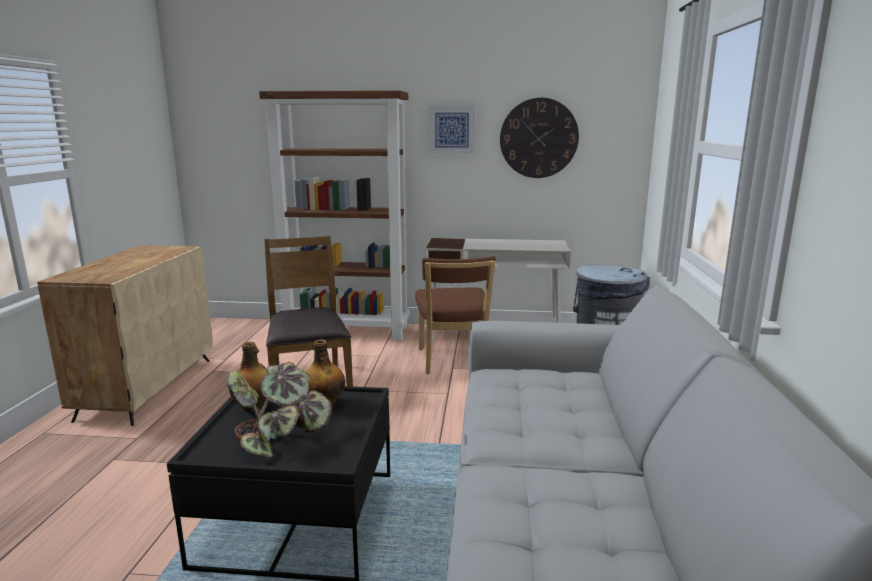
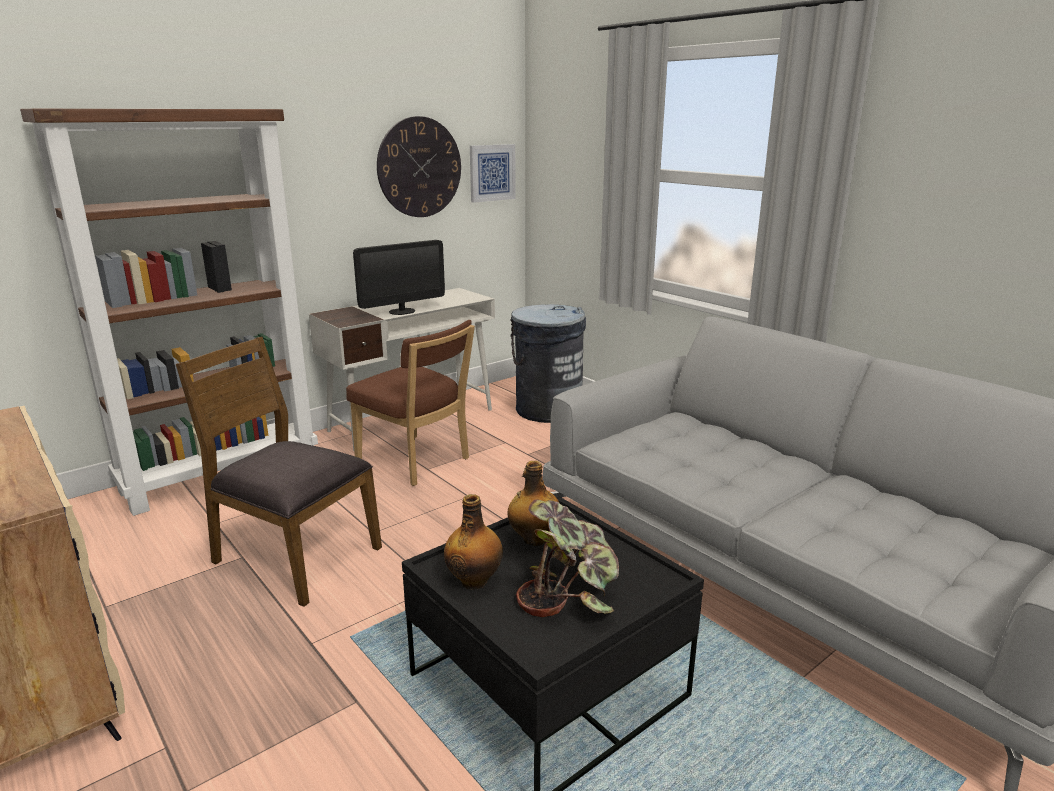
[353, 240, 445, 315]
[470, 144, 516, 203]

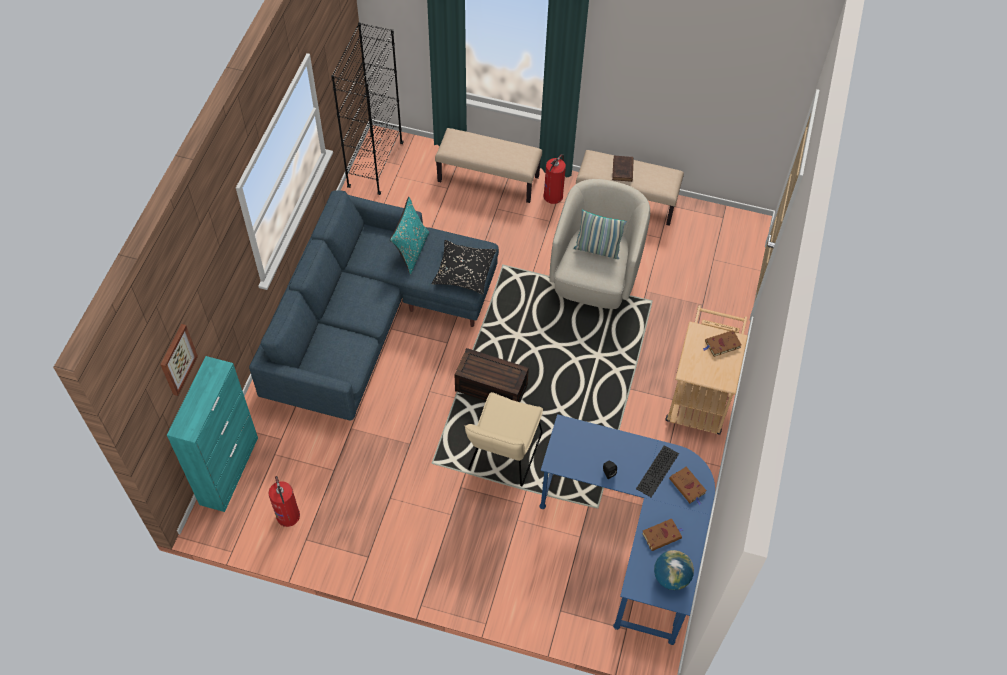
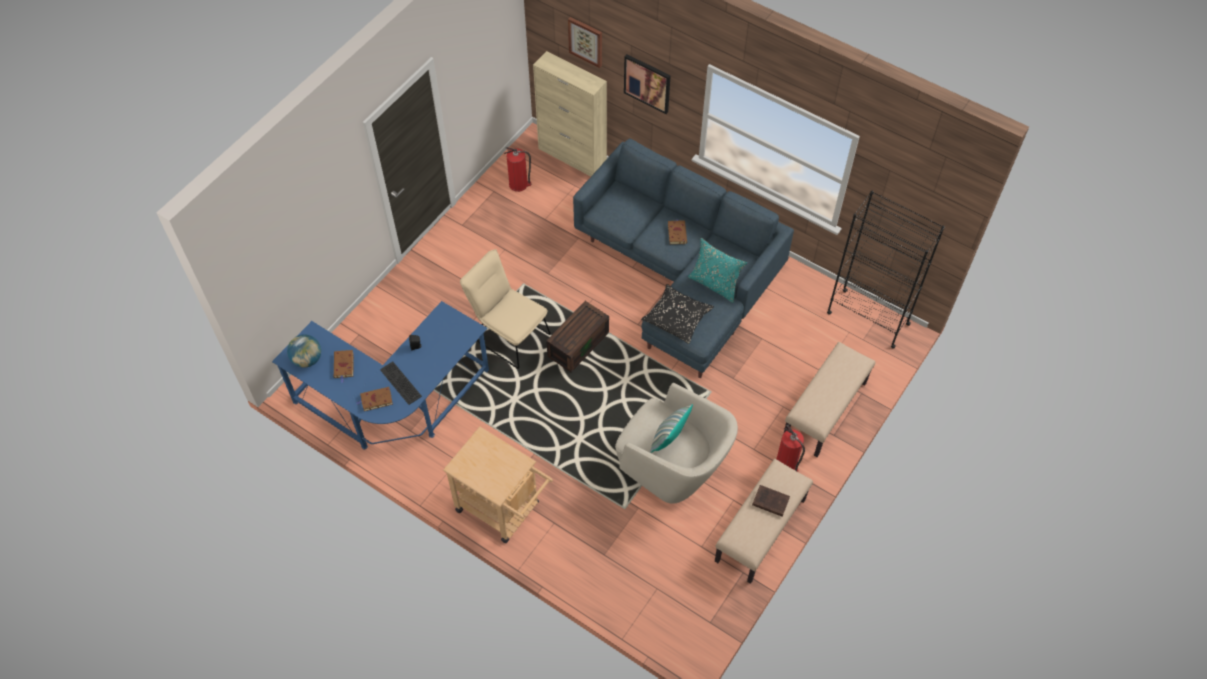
[624, 54, 671, 114]
[668, 219, 687, 244]
[533, 51, 607, 176]

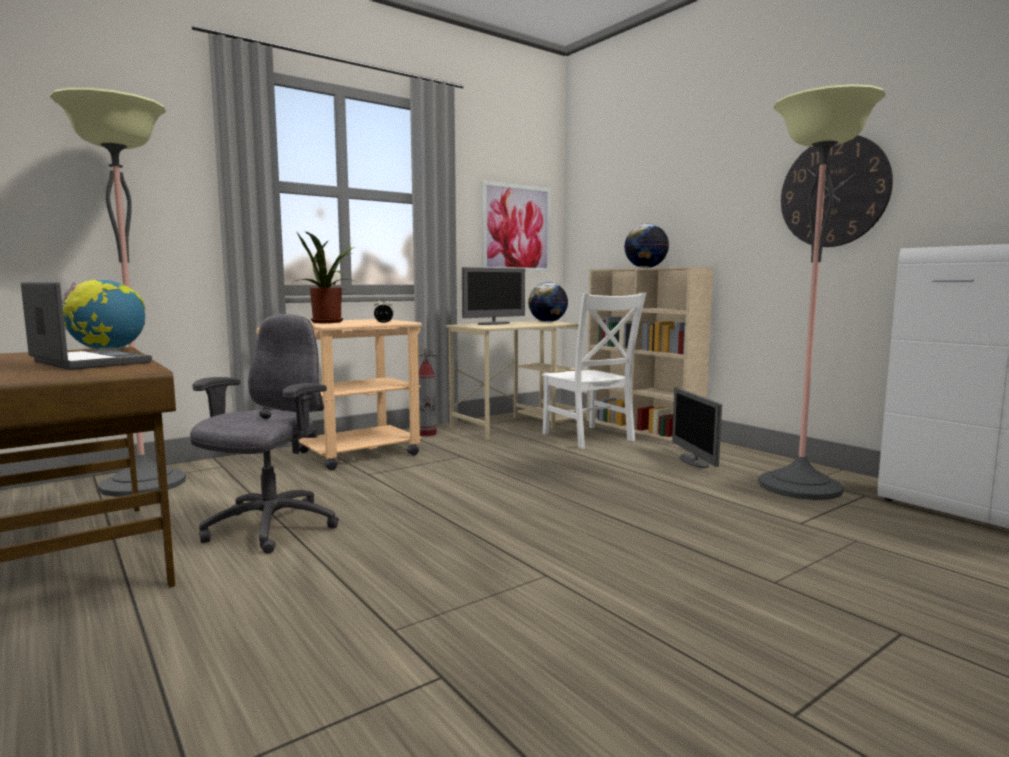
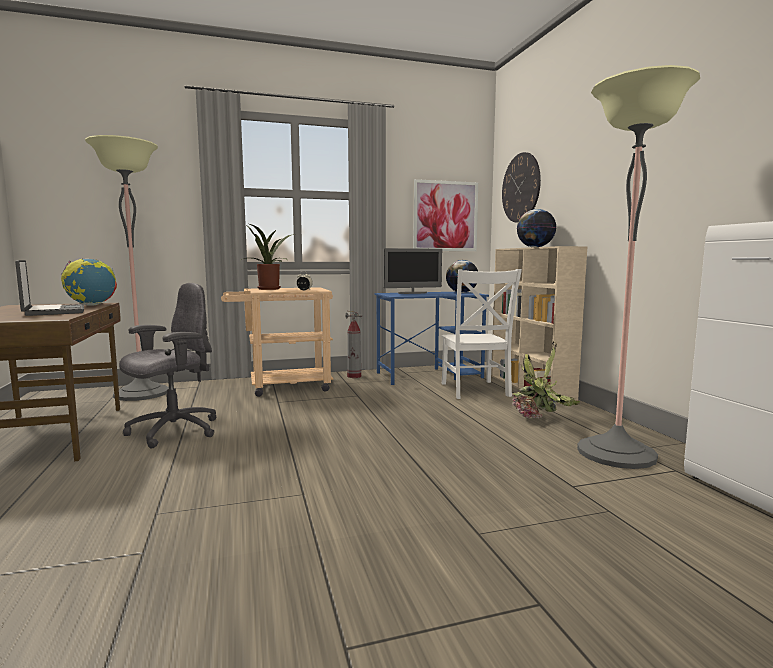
[502, 152, 541, 222]
[512, 341, 580, 419]
[375, 292, 489, 385]

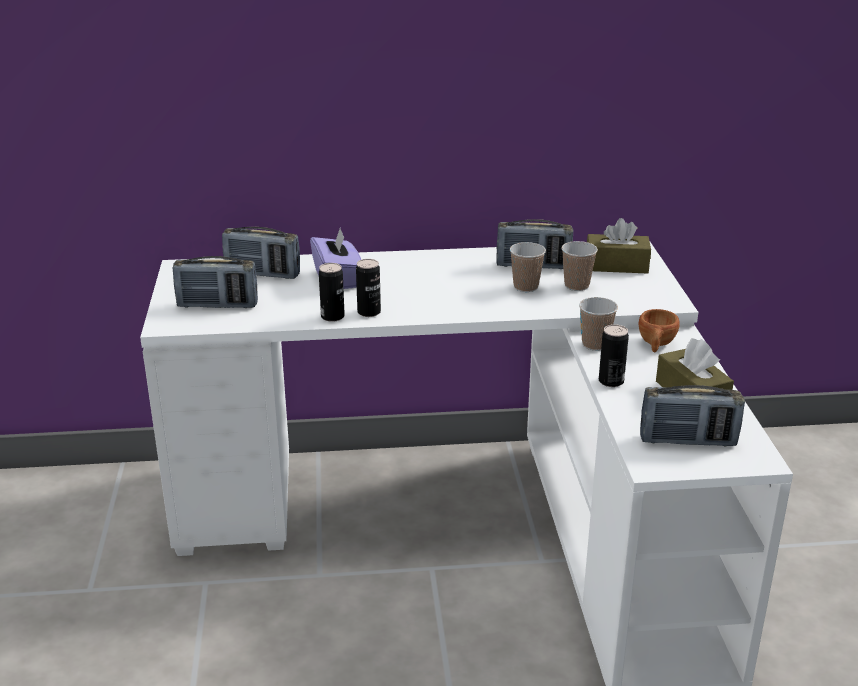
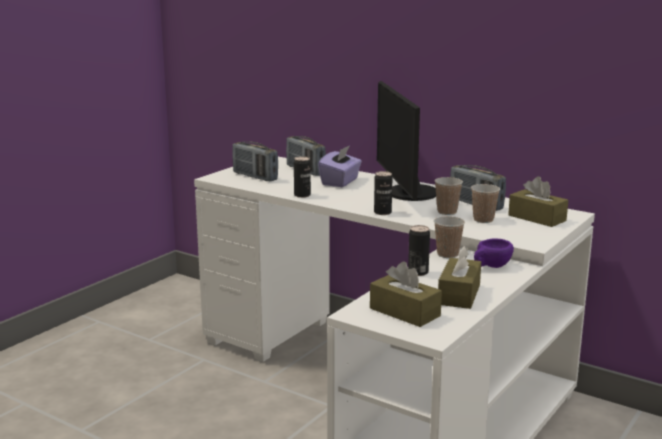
[377, 81, 436, 201]
[374, 171, 392, 215]
[370, 261, 442, 327]
[474, 238, 514, 268]

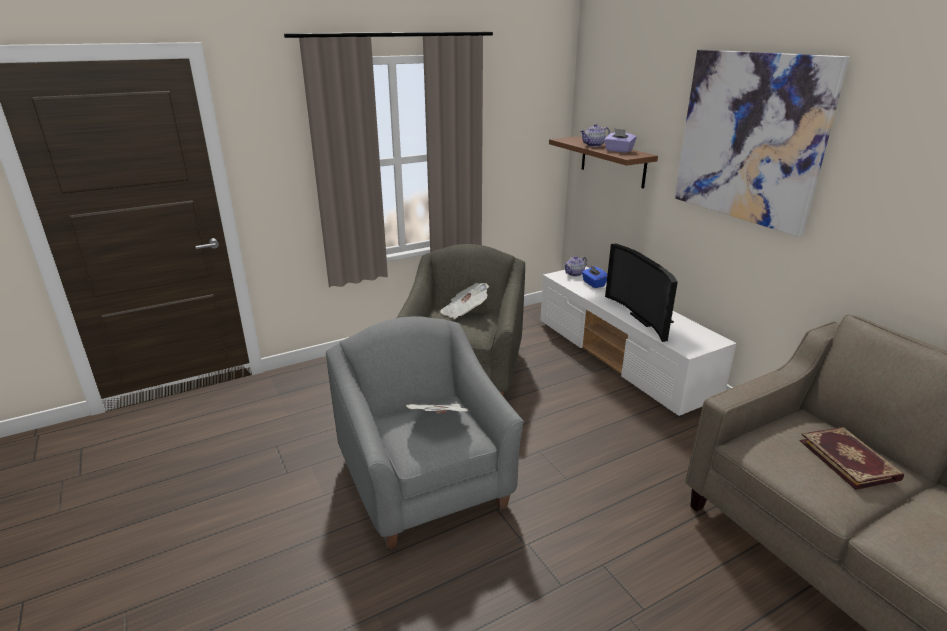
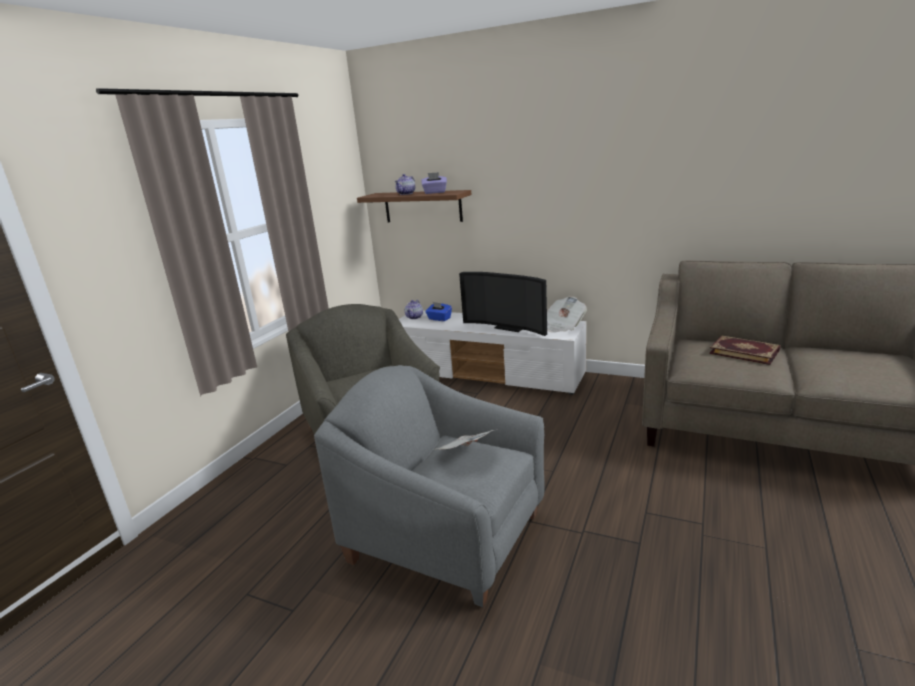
[674, 50, 850, 237] (first image)
[547, 296, 587, 333]

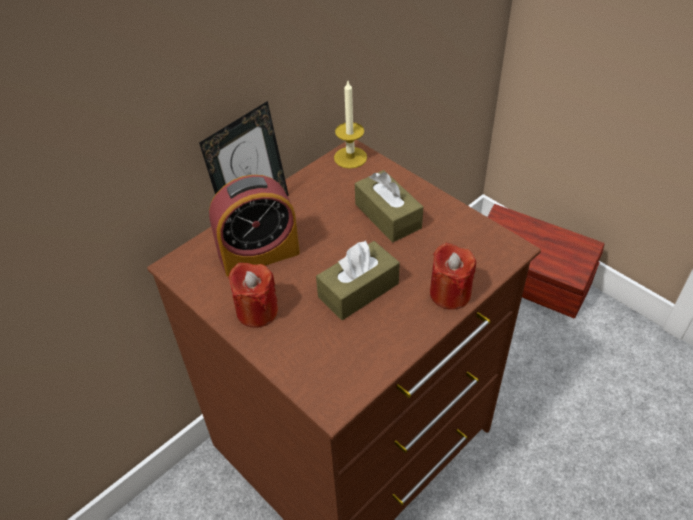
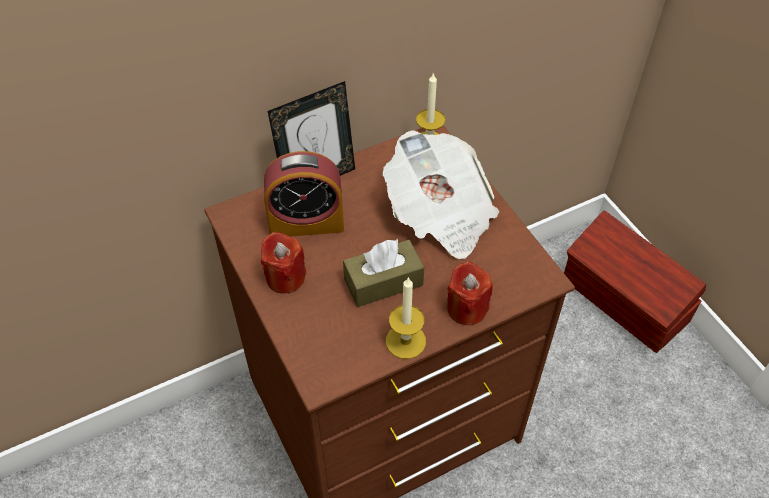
[386, 277, 426, 359]
[383, 130, 499, 259]

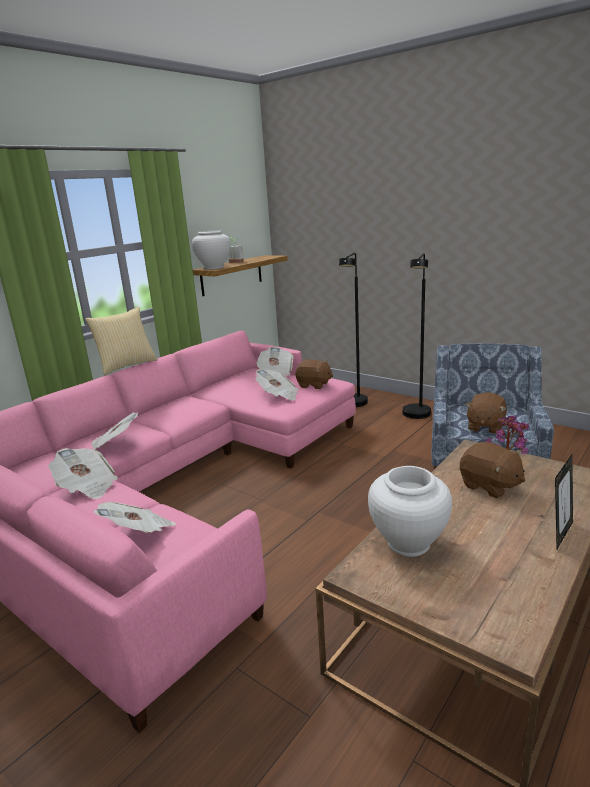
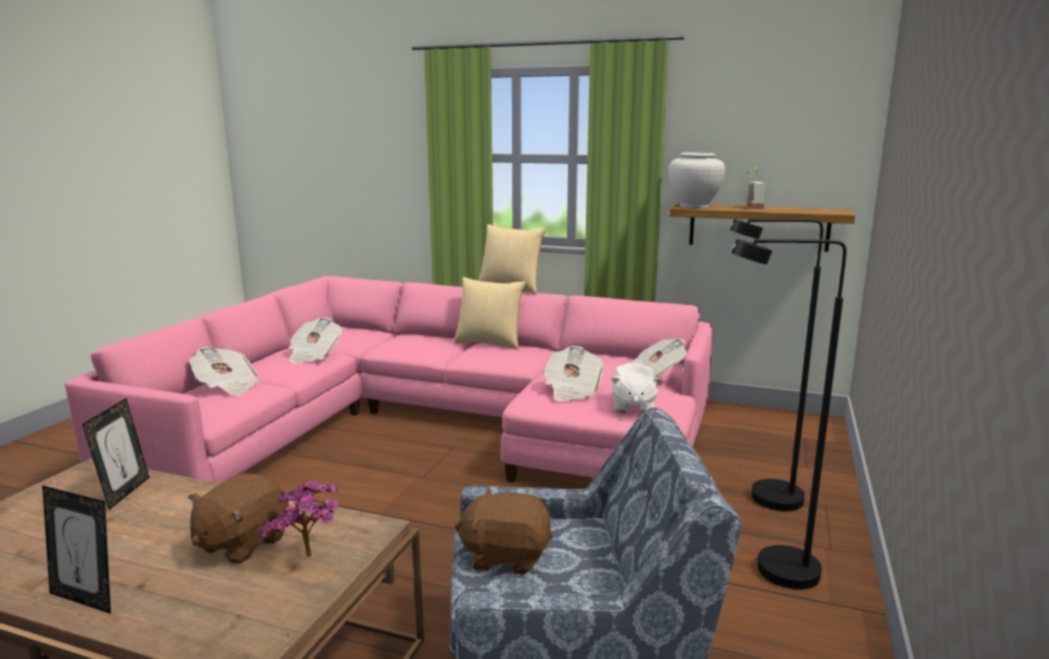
[92, 412, 138, 450] (first image)
[454, 277, 526, 350]
[82, 398, 150, 510]
[611, 362, 661, 413]

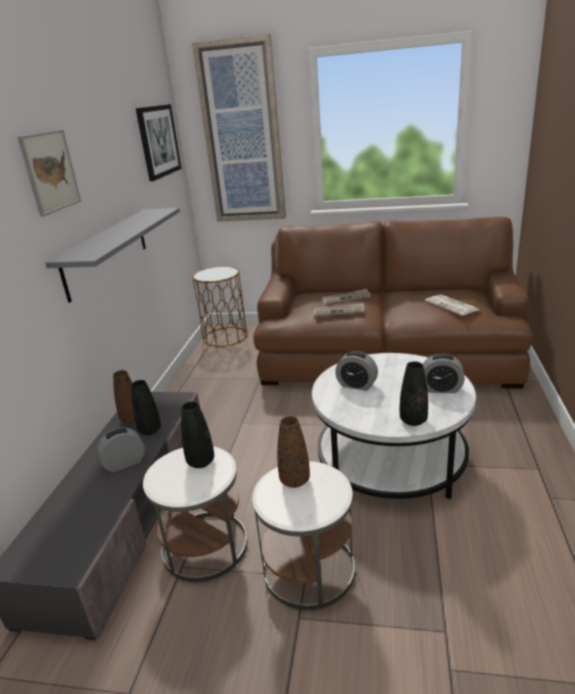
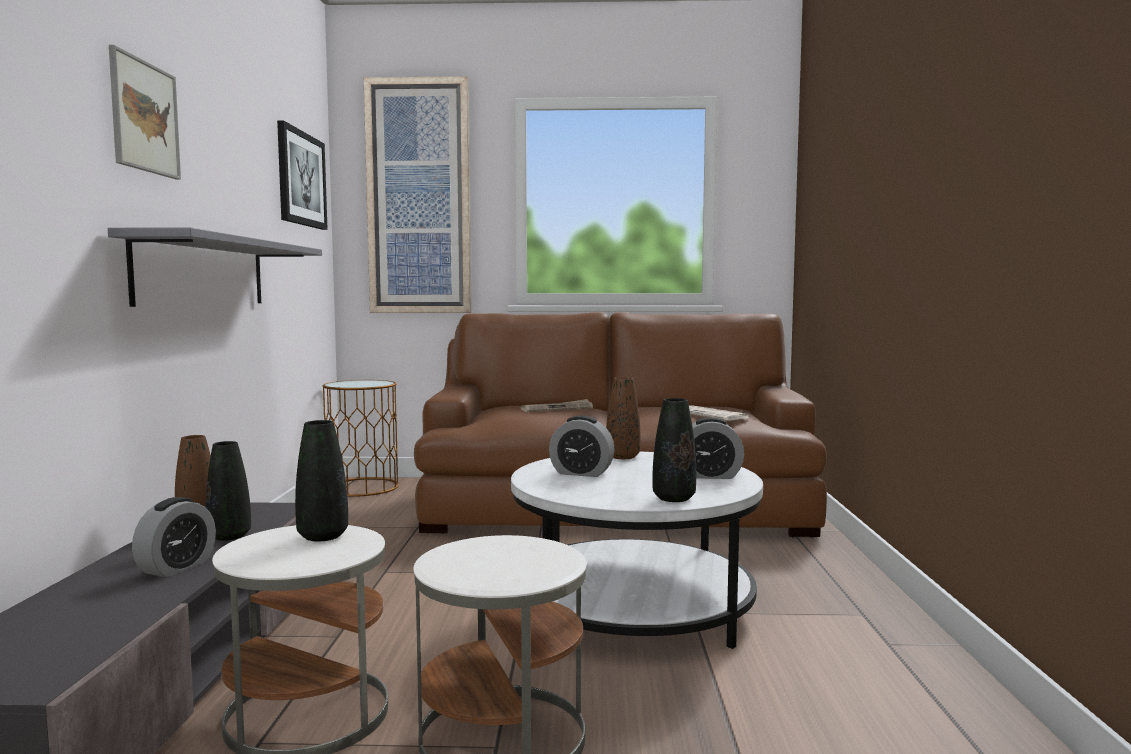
[313, 303, 364, 316] (first image)
[606, 377, 640, 459]
[132, 497, 216, 577]

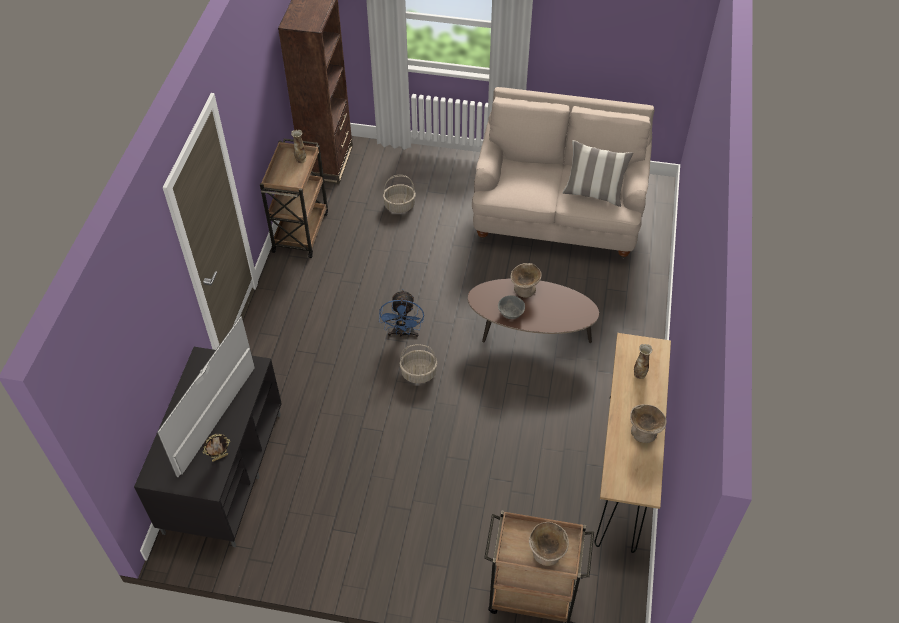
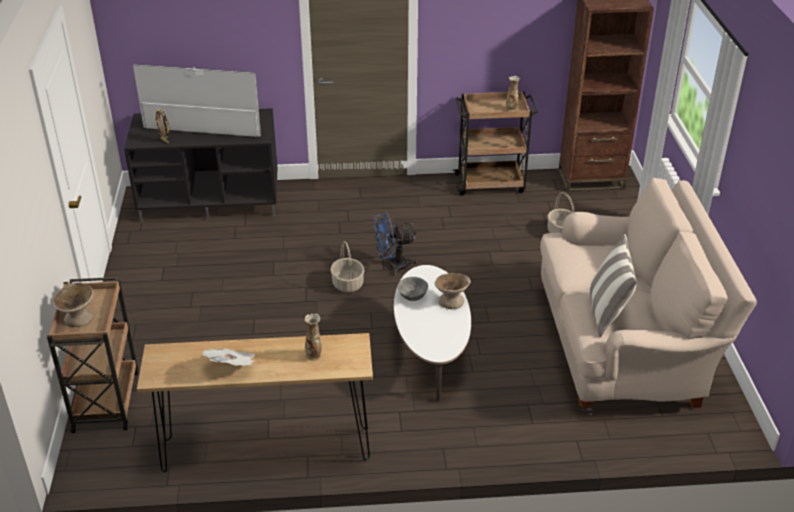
[202, 348, 255, 366]
[394, 265, 471, 402]

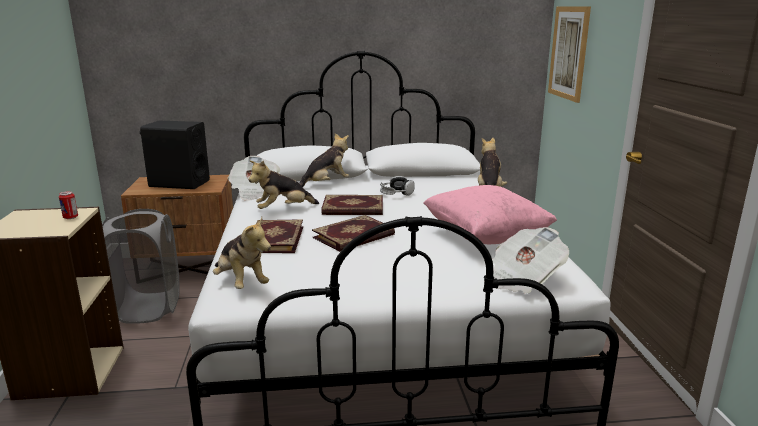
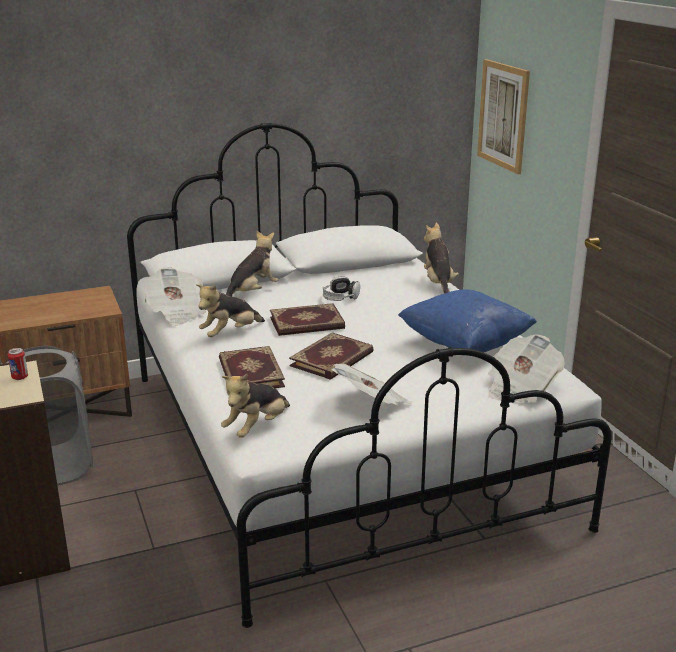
[140, 121, 210, 189] (first image)
[331, 364, 412, 405]
[398, 289, 537, 352]
[221, 374, 290, 438]

